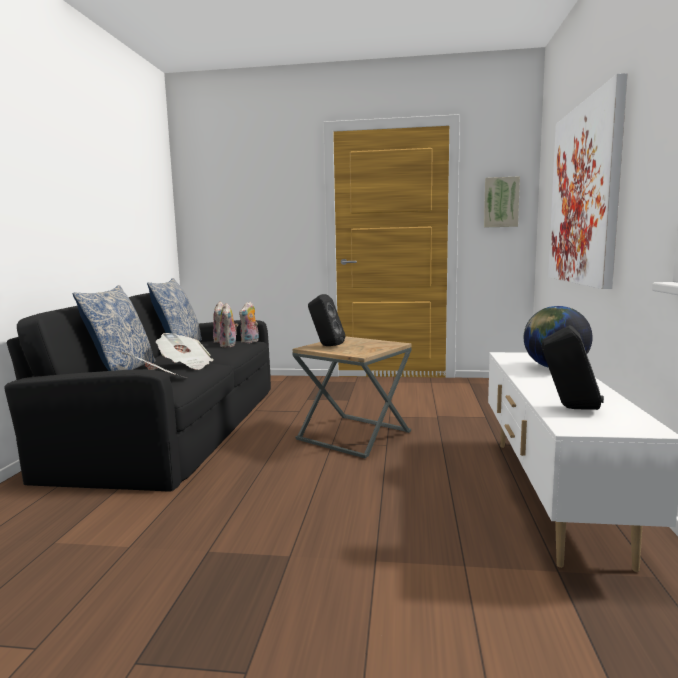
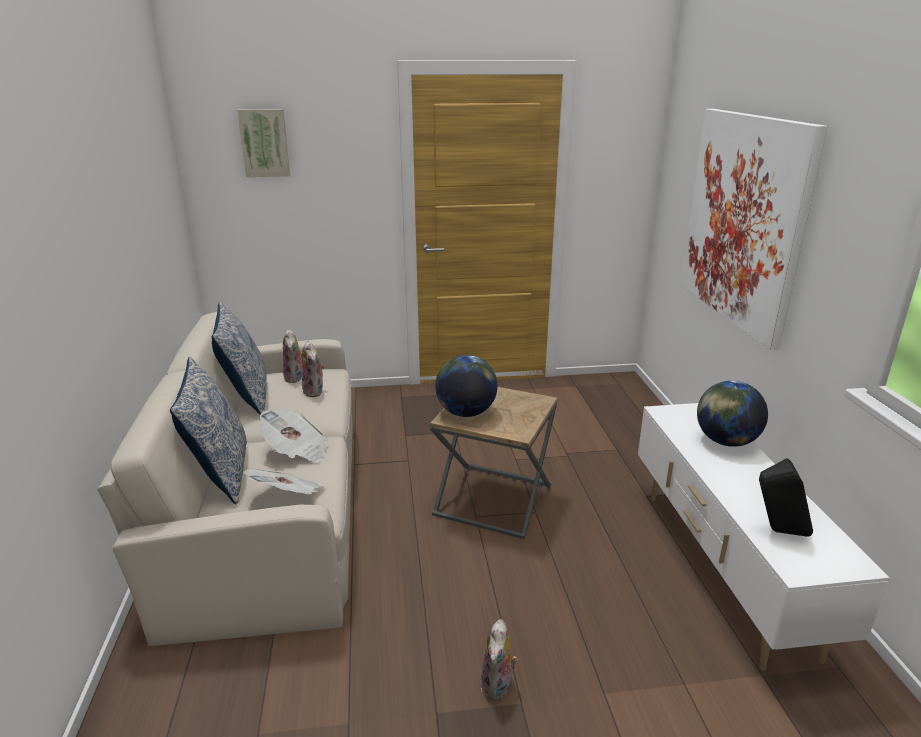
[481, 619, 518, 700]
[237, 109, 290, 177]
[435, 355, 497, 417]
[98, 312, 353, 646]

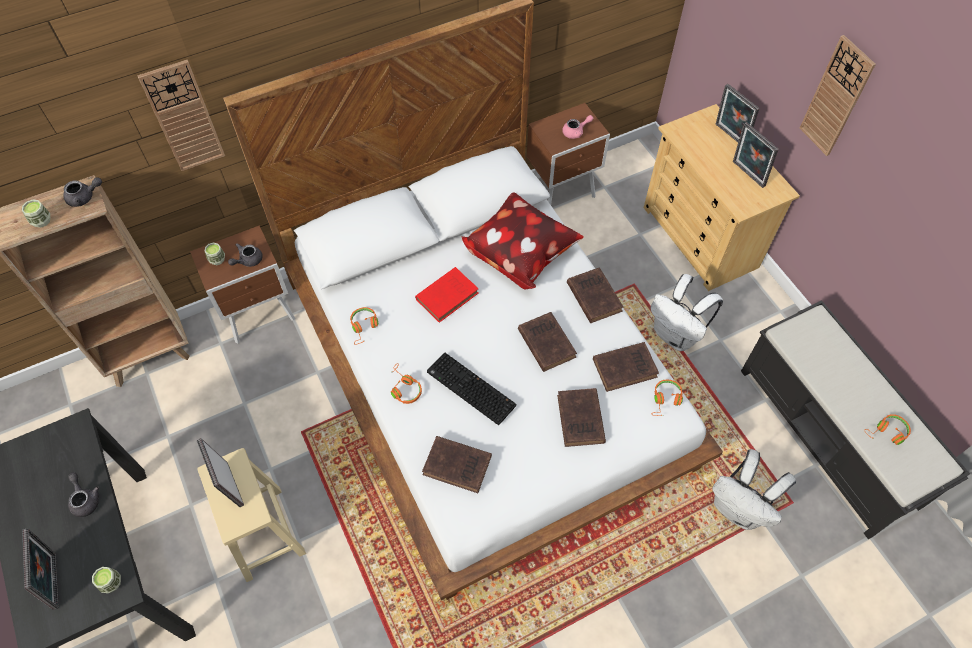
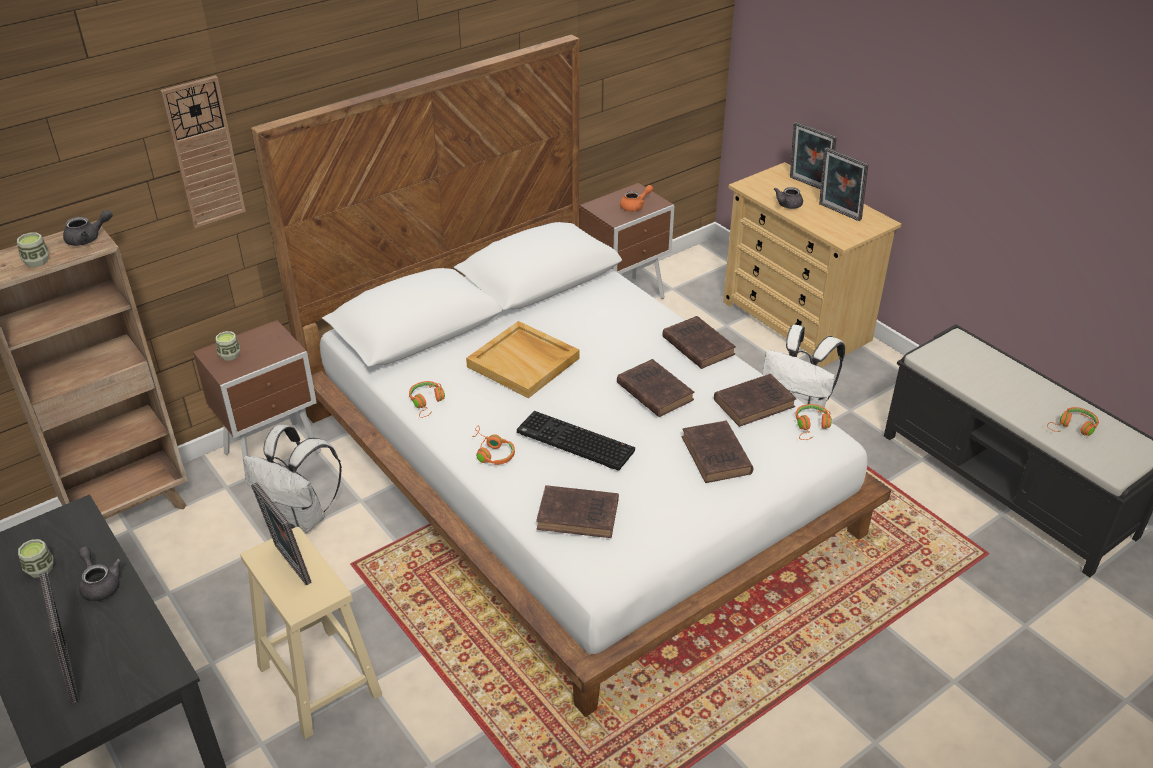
[461, 192, 583, 290] (first image)
[800, 35, 876, 156] (first image)
[18, 539, 53, 578]
[774, 187, 803, 209]
[243, 425, 342, 534]
[466, 321, 580, 398]
[620, 185, 653, 212]

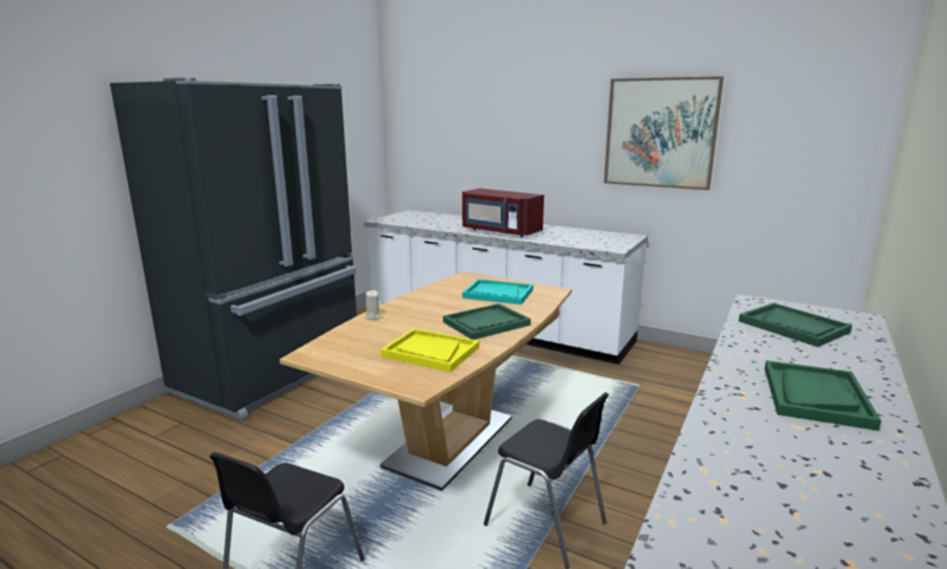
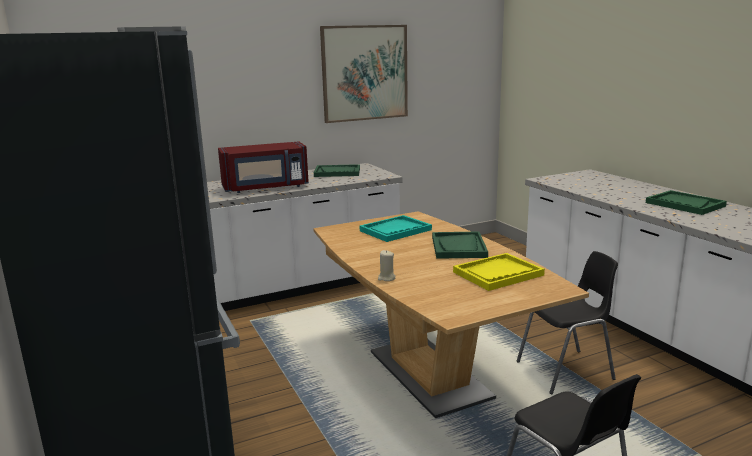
[314, 164, 360, 177]

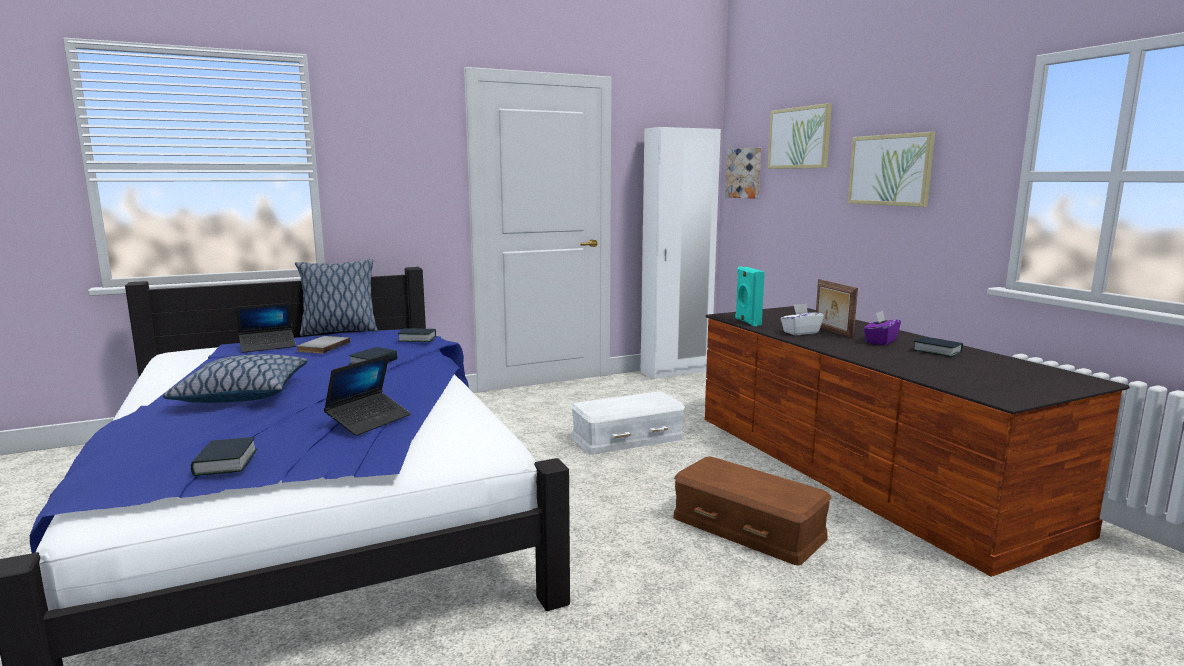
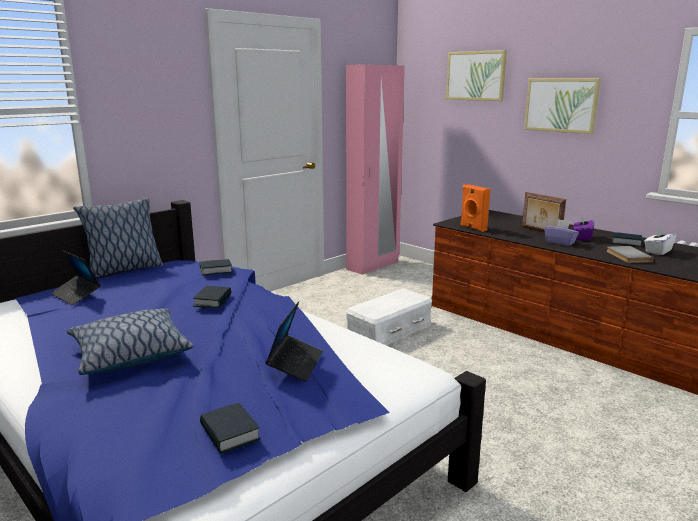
[673, 456, 832, 566] (first image)
[725, 147, 761, 199] (first image)
[544, 219, 579, 246]
[606, 246, 654, 263]
[644, 227, 676, 255]
[346, 65, 405, 275]
[460, 184, 490, 232]
[50, 251, 101, 305]

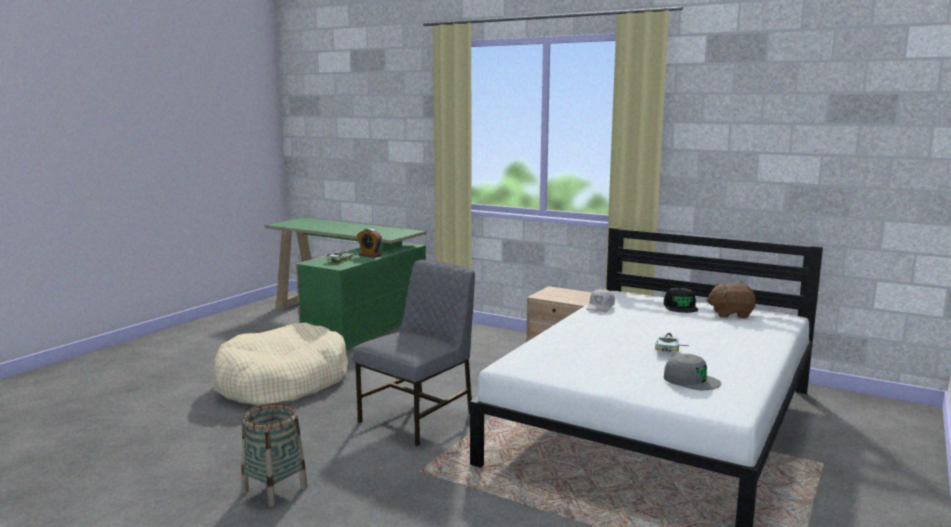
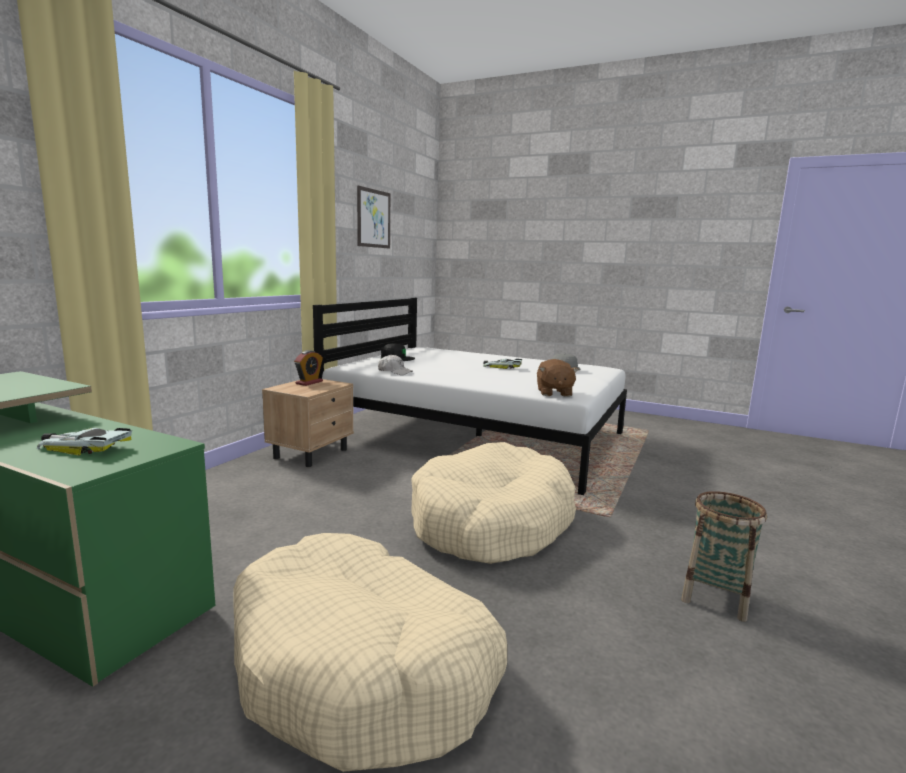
[357, 186, 390, 249]
[294, 350, 323, 386]
[537, 359, 579, 397]
[411, 442, 576, 564]

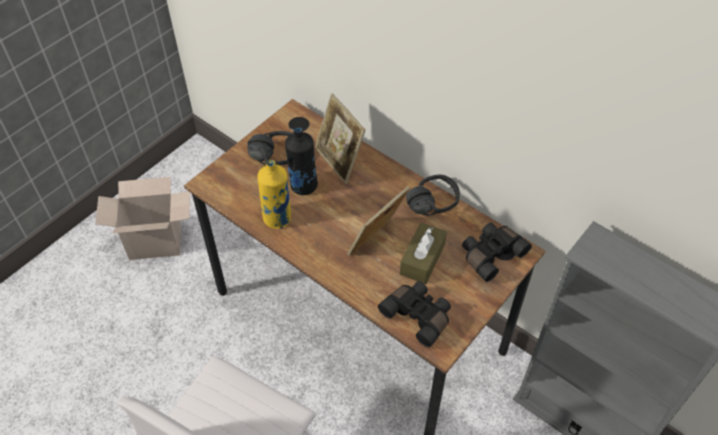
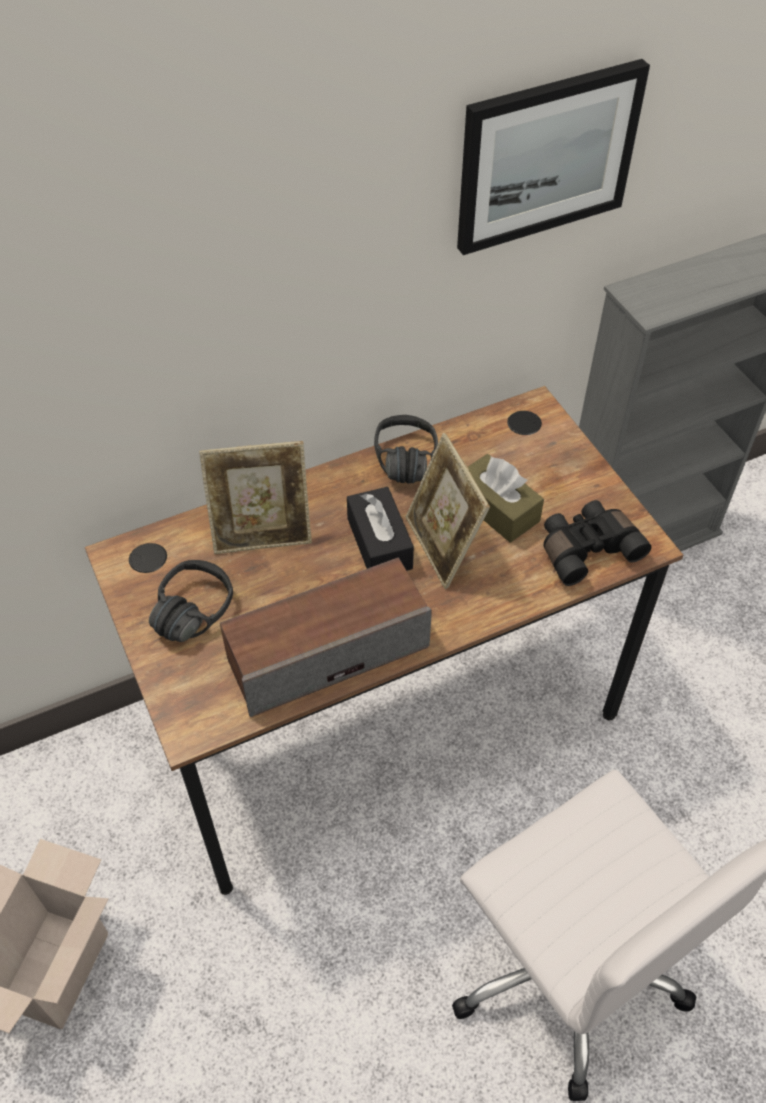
[285, 127, 318, 195] (first image)
[462, 222, 532, 282] (first image)
[347, 487, 414, 571]
[457, 59, 650, 255]
[220, 557, 432, 717]

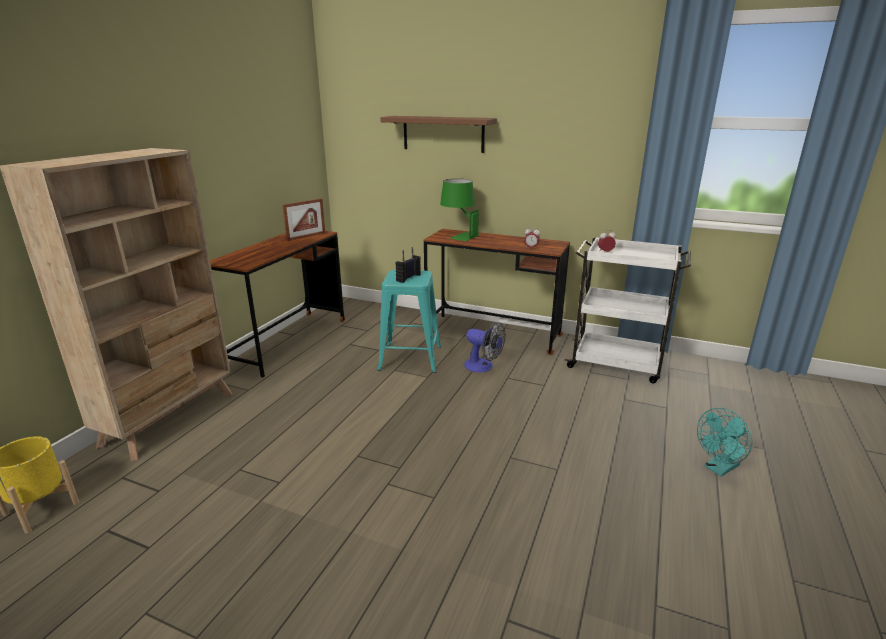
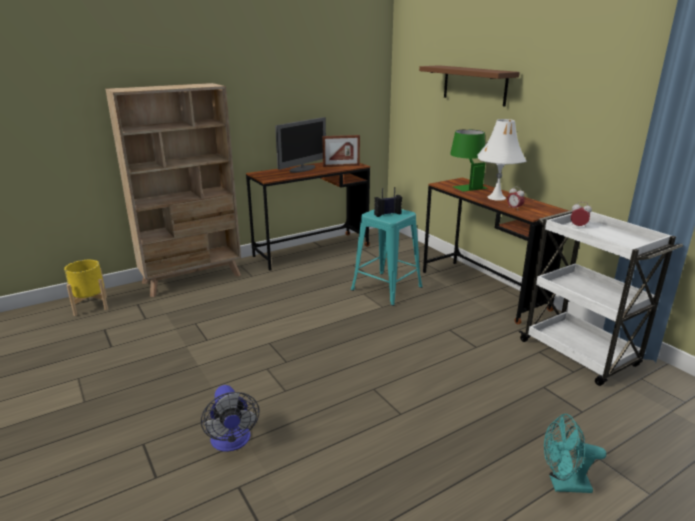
[275, 117, 326, 173]
[478, 119, 527, 201]
[201, 385, 259, 452]

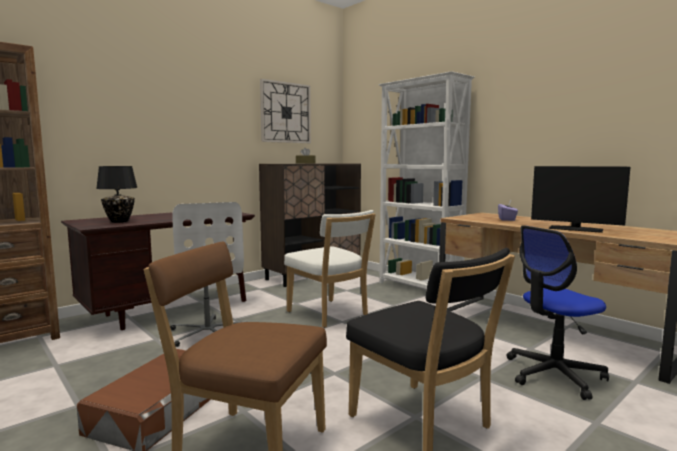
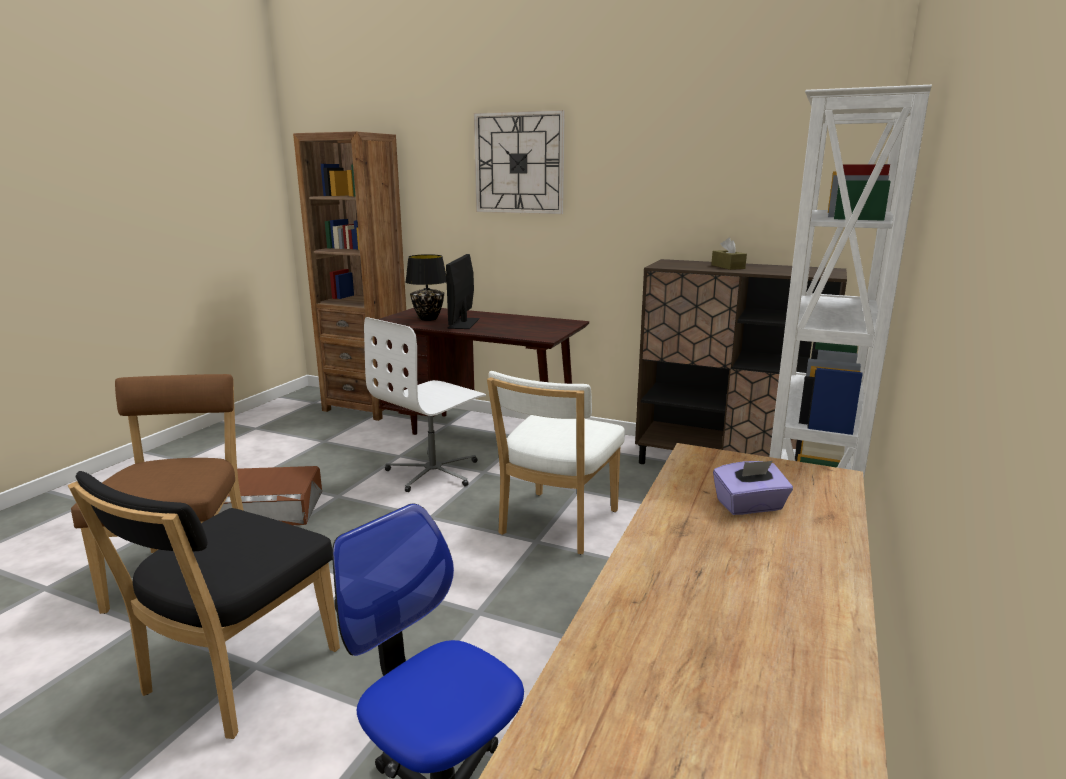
[474, 110, 565, 214]
[446, 254, 480, 329]

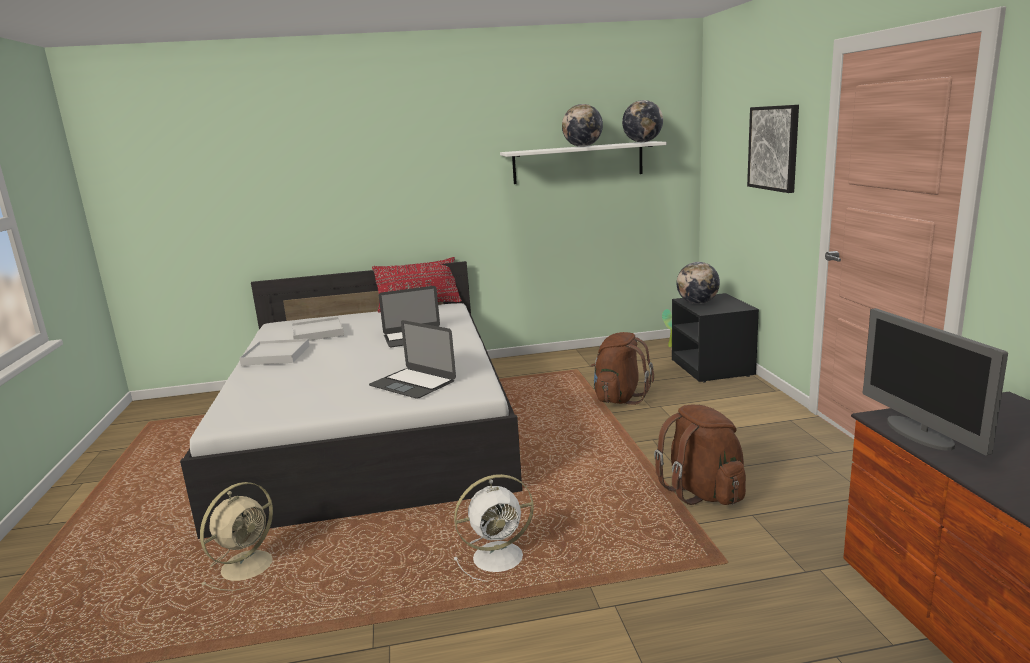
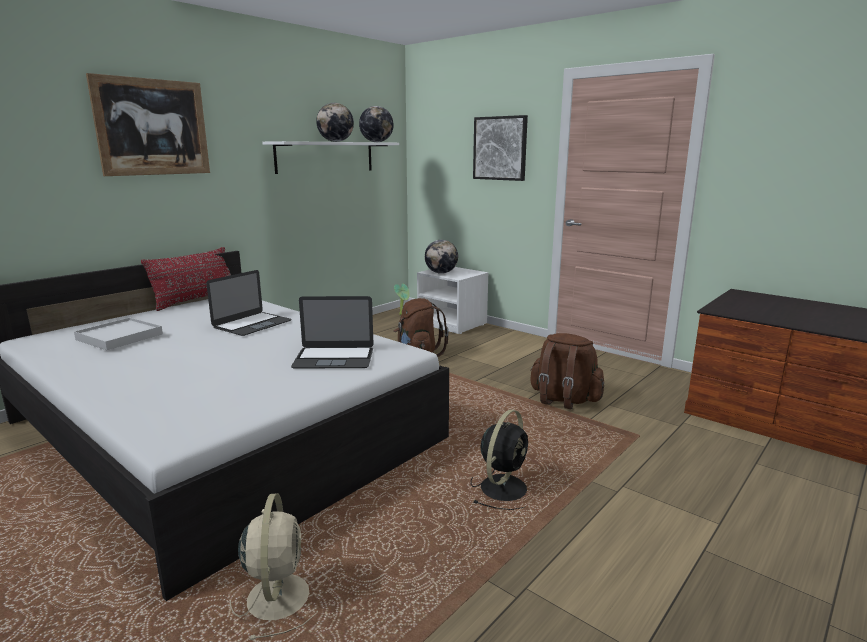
[239, 339, 309, 366] (first image)
[863, 308, 1008, 455] (first image)
[86, 73, 210, 176]
[471, 409, 528, 510]
[417, 267, 489, 334]

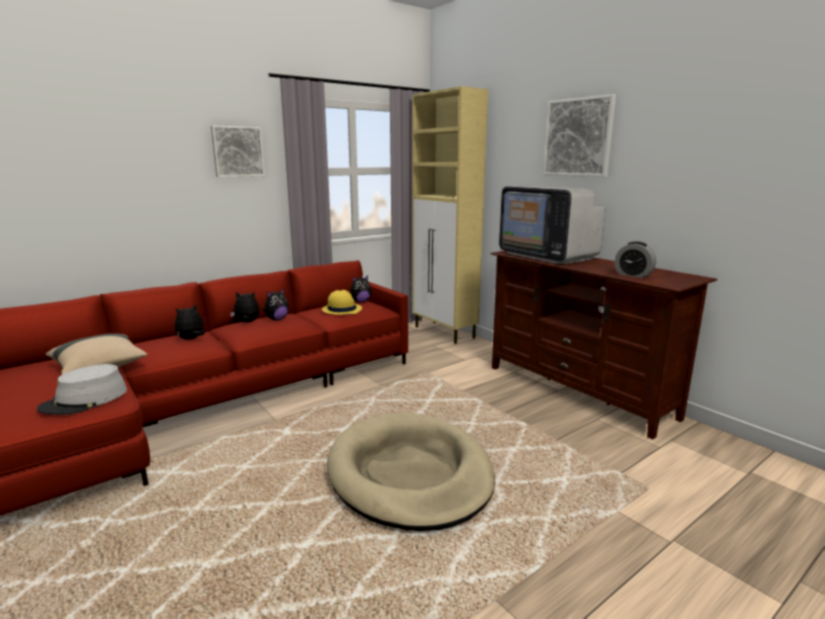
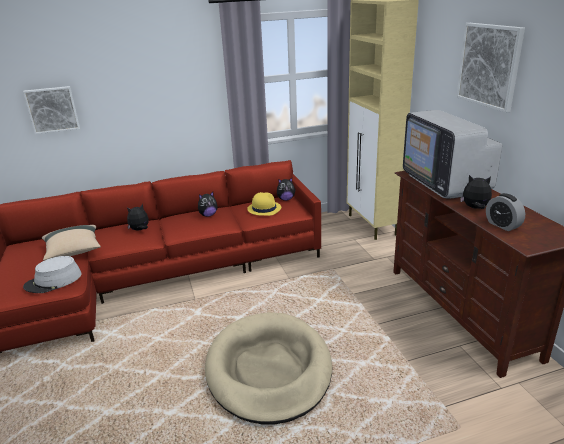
[23, 86, 80, 134]
[460, 175, 492, 209]

